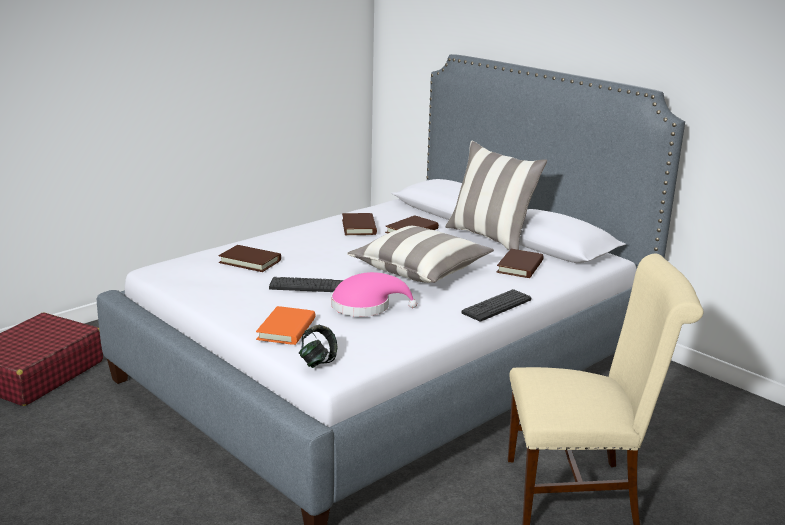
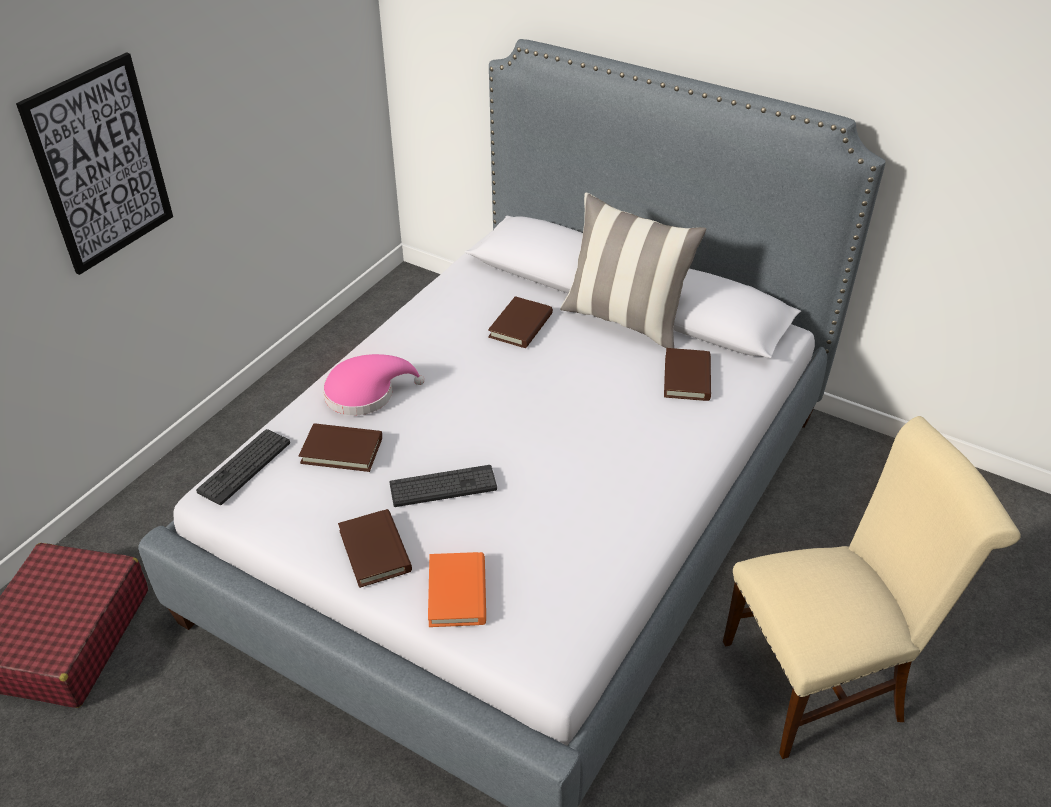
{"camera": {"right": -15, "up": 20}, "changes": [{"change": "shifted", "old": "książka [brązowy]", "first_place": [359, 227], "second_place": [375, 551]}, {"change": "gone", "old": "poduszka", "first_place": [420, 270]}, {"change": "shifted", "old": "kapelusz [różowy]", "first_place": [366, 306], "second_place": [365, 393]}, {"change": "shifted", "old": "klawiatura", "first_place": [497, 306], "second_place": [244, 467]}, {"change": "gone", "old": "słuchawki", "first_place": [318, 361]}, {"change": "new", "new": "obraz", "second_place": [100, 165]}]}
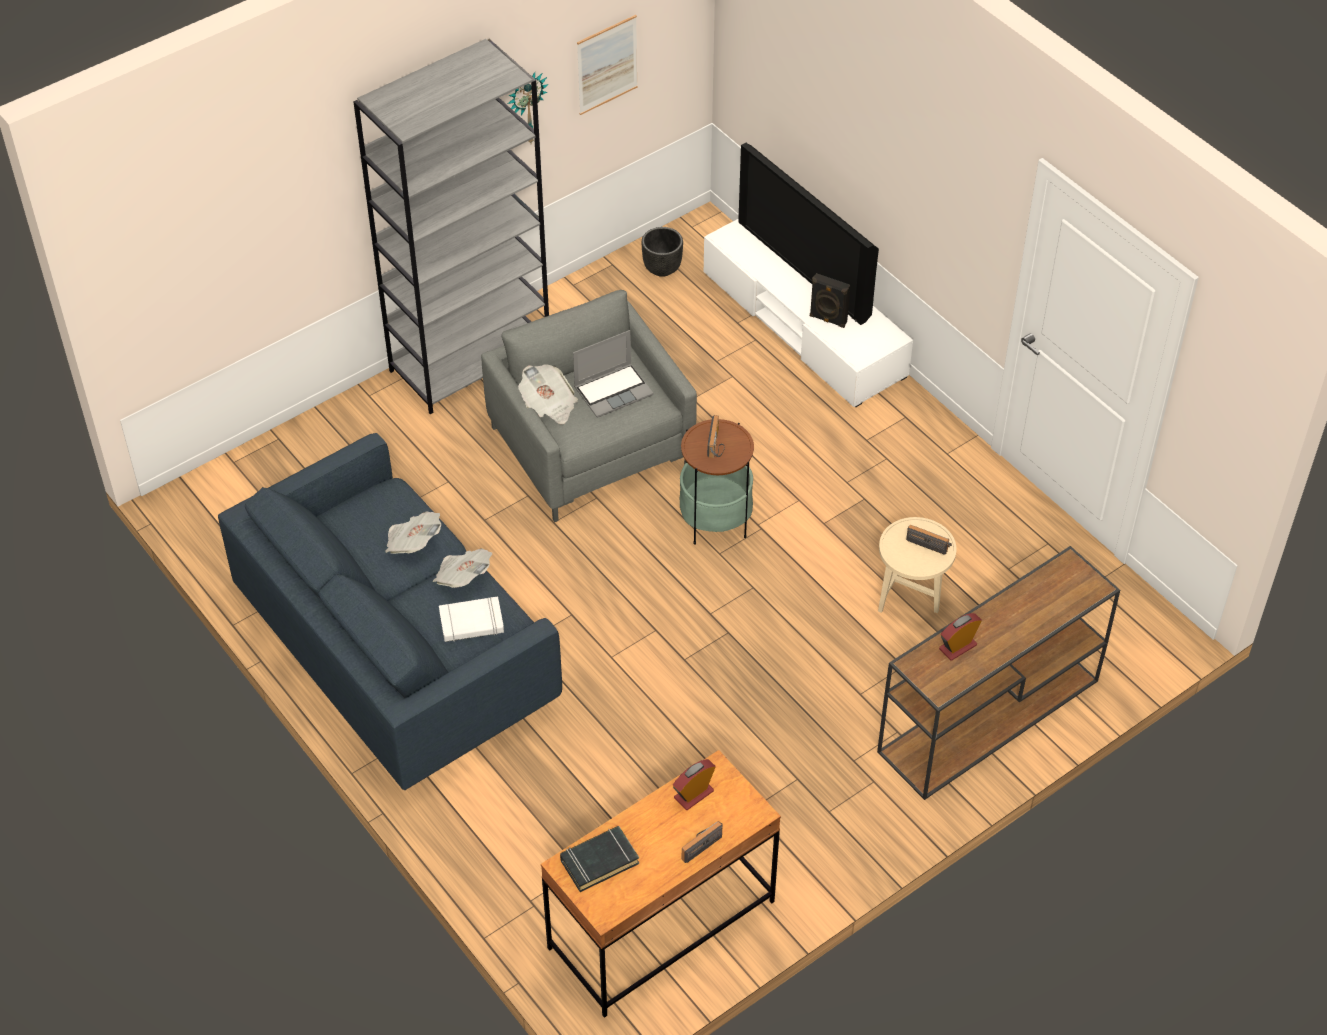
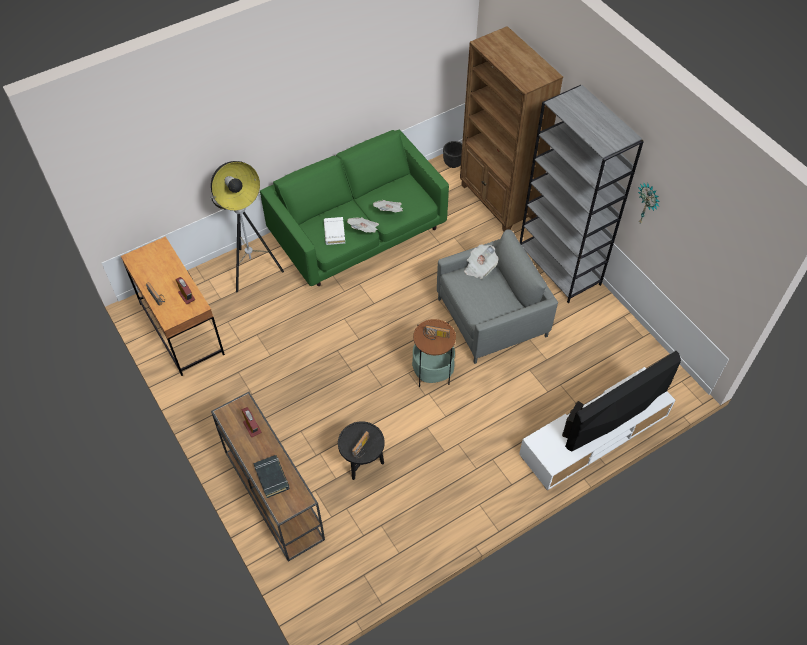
{"camera": {"right": 95, "up": 5}, "changes": [{"change": "gone", "old": "obraz", "first_place": [607, 64]}, {"change": "shifted", "old": "donica [czarny]", "first_place": [661, 268], "second_place": [453, 163]}, {"change": "gone", "old": "laptop", "first_place": [613, 390]}, {"change": "repainted", "old": "kanapa [niebieski]", "new": "kanapa [zielony]", "first_place": [399, 654], "second_place": [358, 234]}, {"change": "repainted", "old": "stolik [beżowy]", "new": "stolik [czarny]", "first_place": [910, 601], "second_place": [363, 465]}, {"change": "shifted", "old": "książka [czarny]", "first_place": [599, 861], "second_place": [272, 477]}, {"change": "new", "new": "regał [brązowy]", "second_place": [498, 202]}, {"change": "new", "new": "lampa stojąca", "second_place": [252, 269]}]}
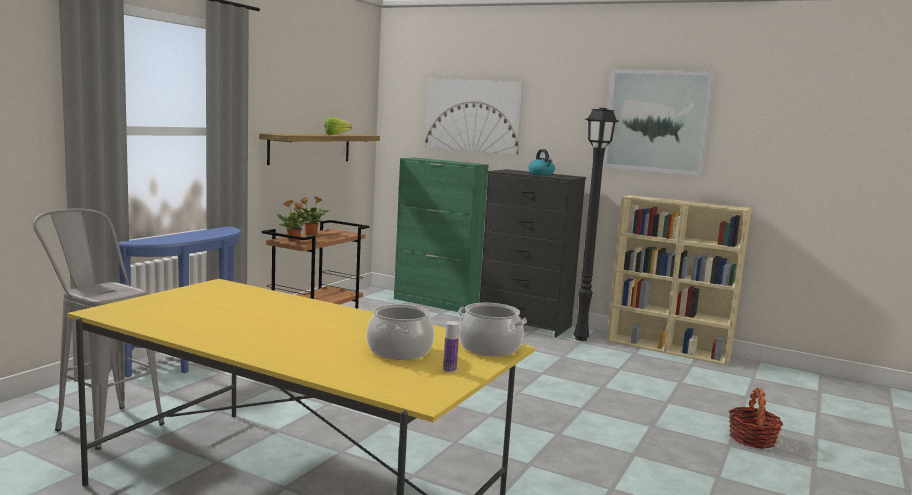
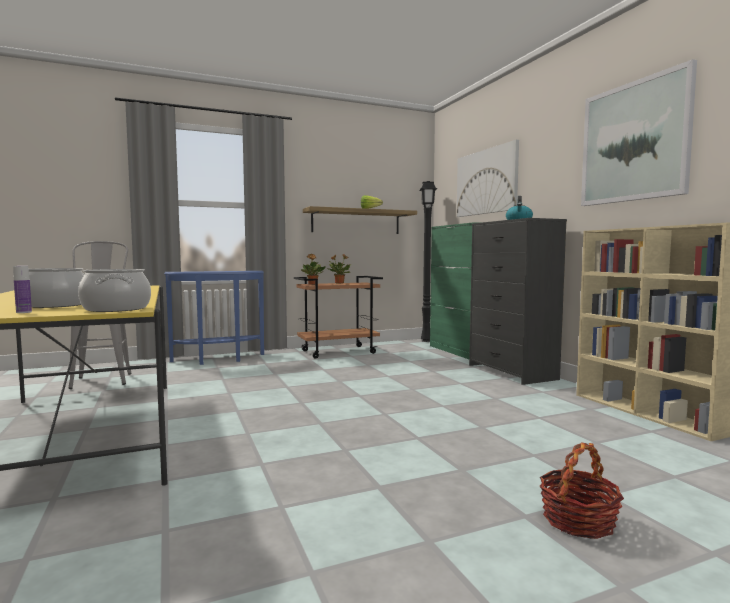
{"camera": {"right": 40, "up": -5}, "changes": [{"change": "shifted", "old": "lampa stojąca [czarny]", "first_place": [580, 338], "second_place": [426, 341]}]}
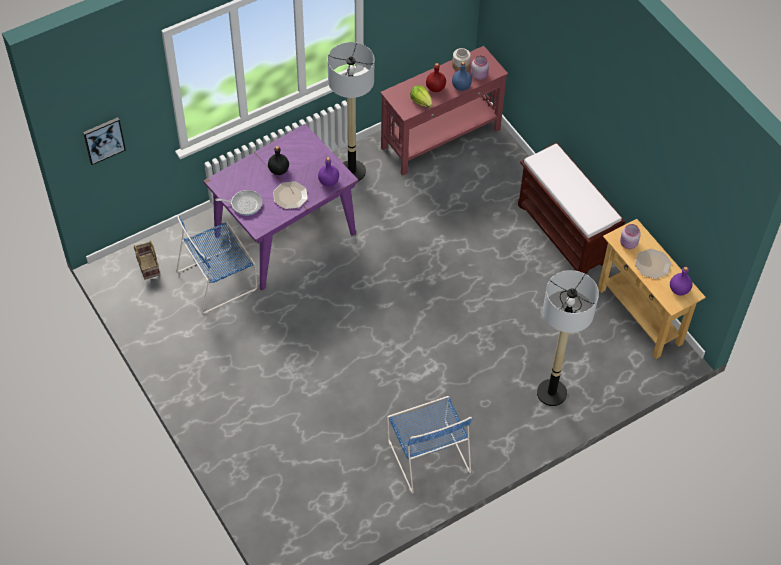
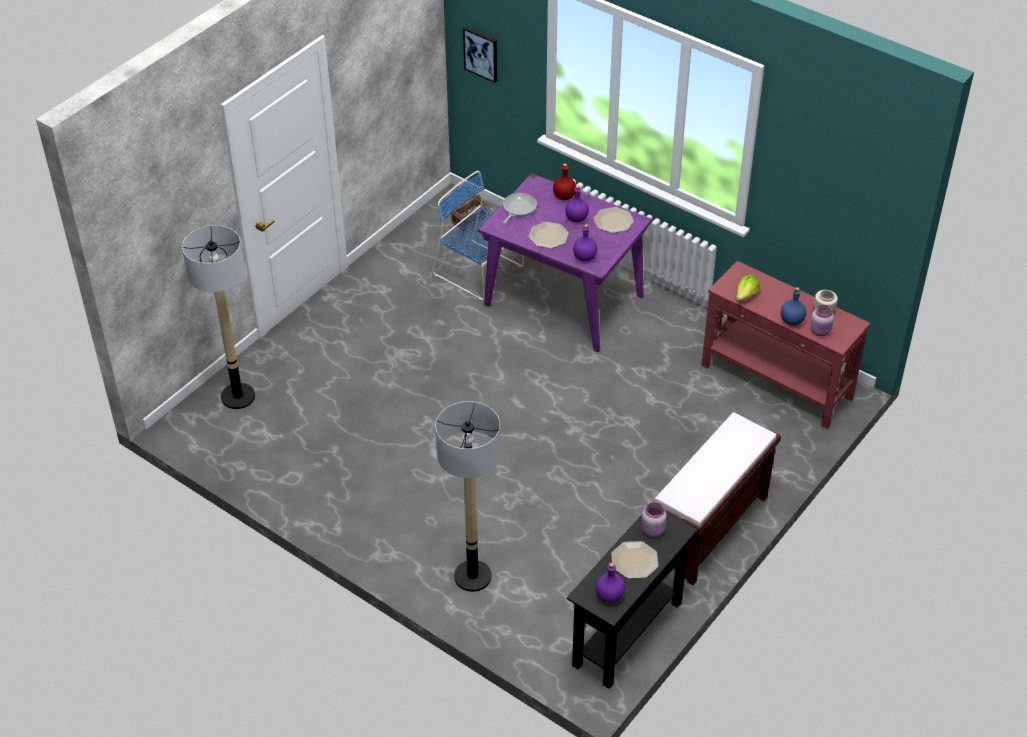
{"camera": {"right": 70, "up": -10}, "changes": [{"change": "shifted", "old": "lampa stojąca", "first_place": [351, 171], "second_place": [238, 396]}, {"change": "shifted", "old": "butelka [czerwony]", "first_place": [435, 88], "second_place": [564, 196]}, {"change": "repainted", "old": "butelka [czarny]", "new": "butelka [fioletowy]", "first_place": [278, 170], "second_place": [576, 218]}, {"change": "rotated", "old": "patelnia", "first_place": [244, 204], "second_place": [518, 208], "degrees": -135}, {"change": "repainted", "old": "stolik konsolowy [beżowy]", "new": "stolik konsolowy [czarny]", "first_place": [639, 316], "second_place": [627, 634]}, {"change": "gone", "old": "krzesło [niebieski]", "first_place": [427, 453]}, {"change": "new", "new": "talerz", "second_place": [614, 221]}]}
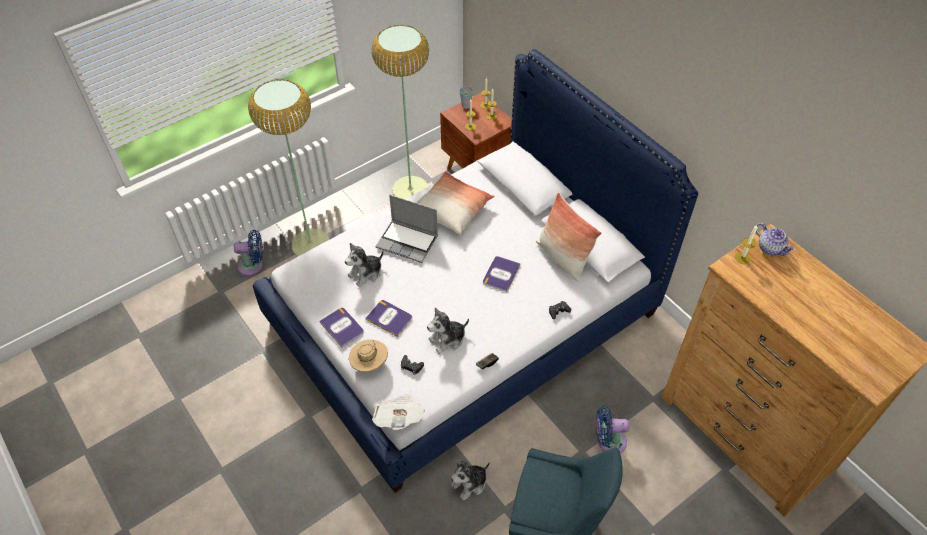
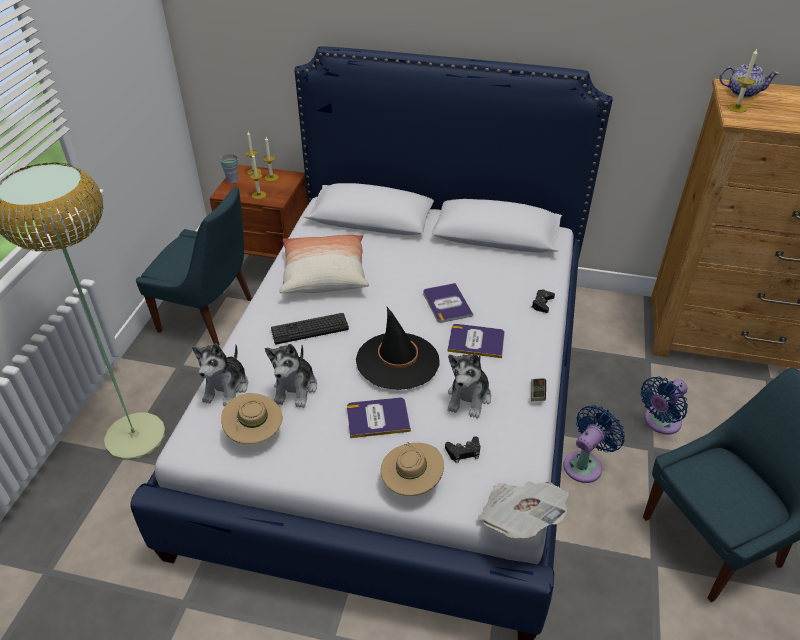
{"camera": {"right": -40, "up": -10}, "changes": [{"change": "swapped", "old": "lampa stojąca", "new": "krzesło [niebieski]", "first_place": [410, 190], "second_place": [209, 316]}, {"change": "gone", "old": "poduszka", "first_place": [562, 258]}, {"change": "swapped", "old": "laptop", "new": "klawiatura", "first_place": [408, 242], "second_place": [310, 329]}, {"change": "shifted", "old": "wentylator [niebieski]", "first_place": [253, 265], "second_place": [585, 464]}, {"change": "shifted", "old": "książka", "first_place": [342, 327], "second_place": [476, 341]}, {"change": "shifted", "old": "pluszak", "first_place": [470, 483], "second_place": [226, 387]}, {"change": "new", "new": "kapelusz [czarny]", "second_place": [397, 361]}, {"change": "new", "new": "kapelusz [beżowy]", "second_place": [255, 433]}]}
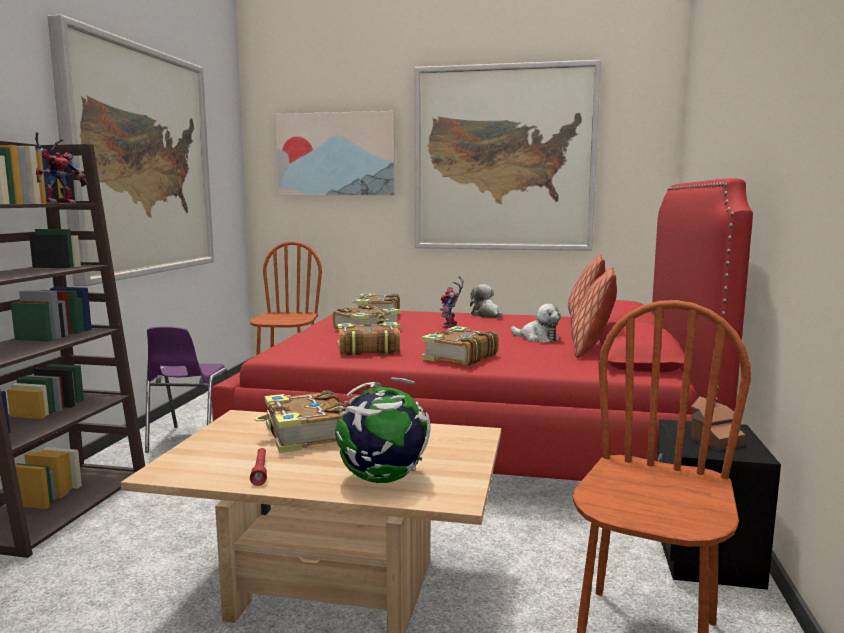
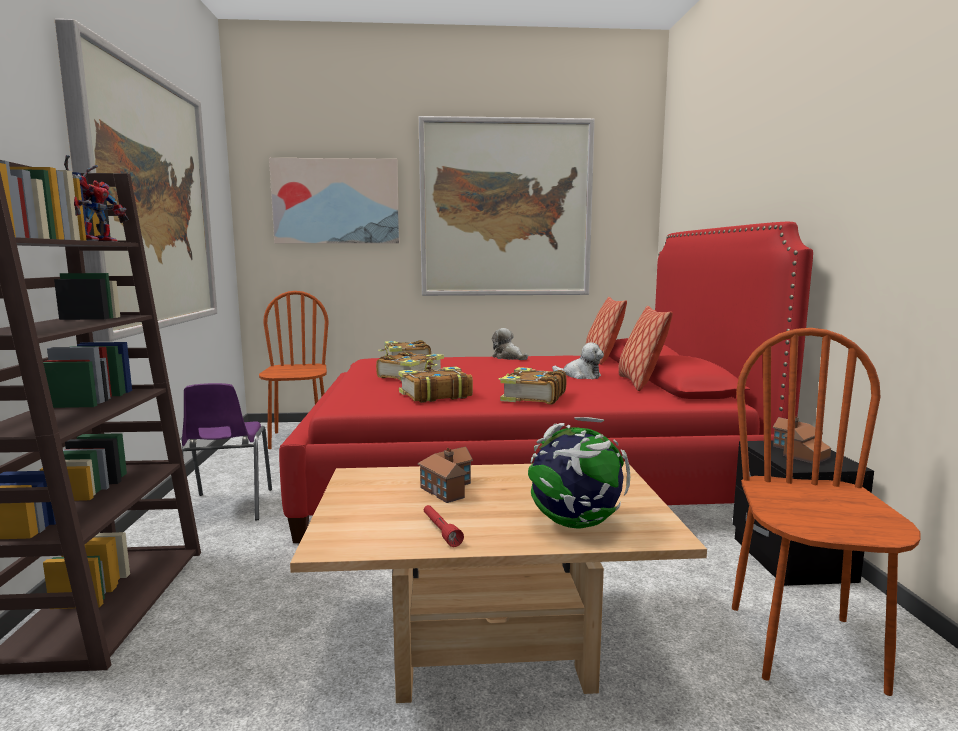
{"camera": {"right": -15, "up": 0}, "changes": [{"change": "gone", "old": "robot zabawkowy", "first_place": [451, 326]}, {"change": "swapped", "old": "książka", "new": "domek", "first_place": [305, 435], "second_place": [447, 487]}]}
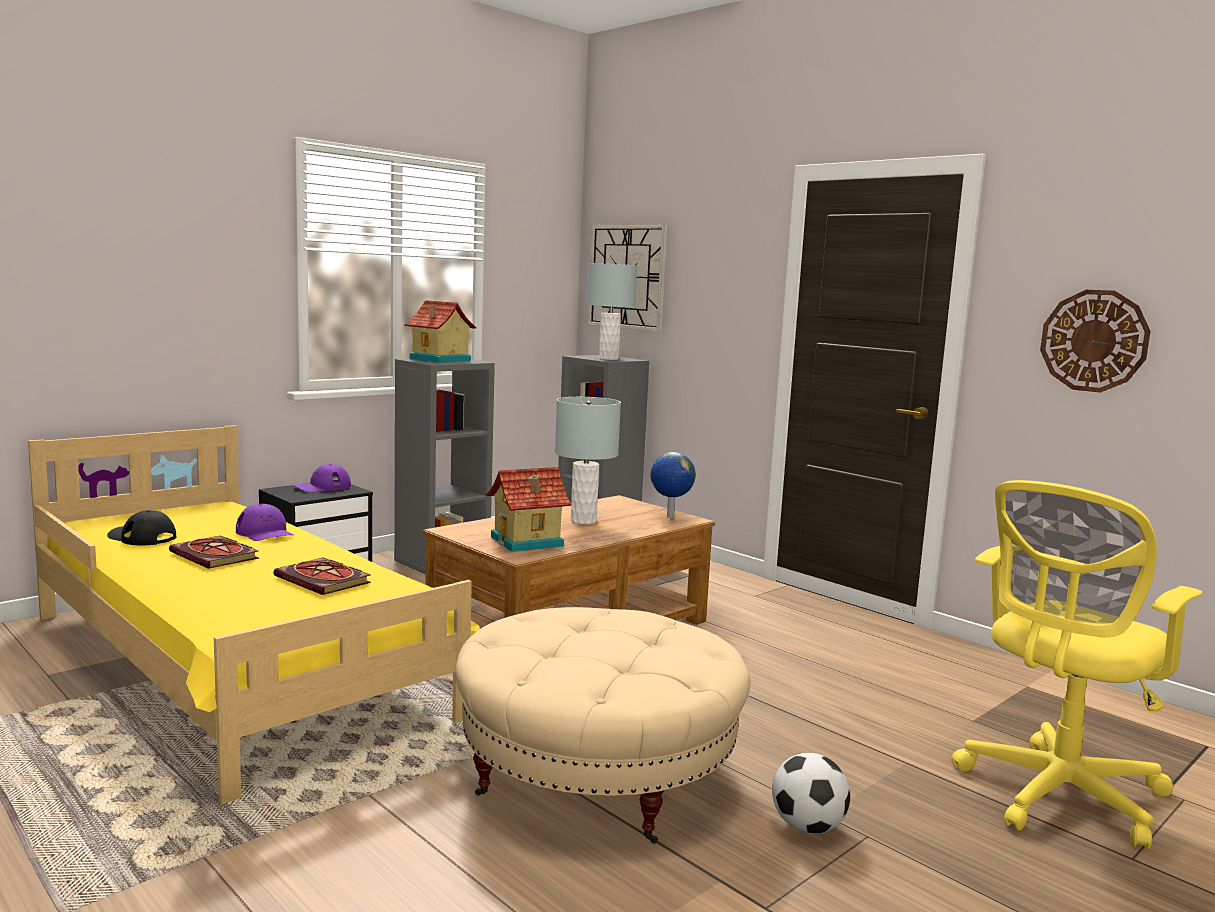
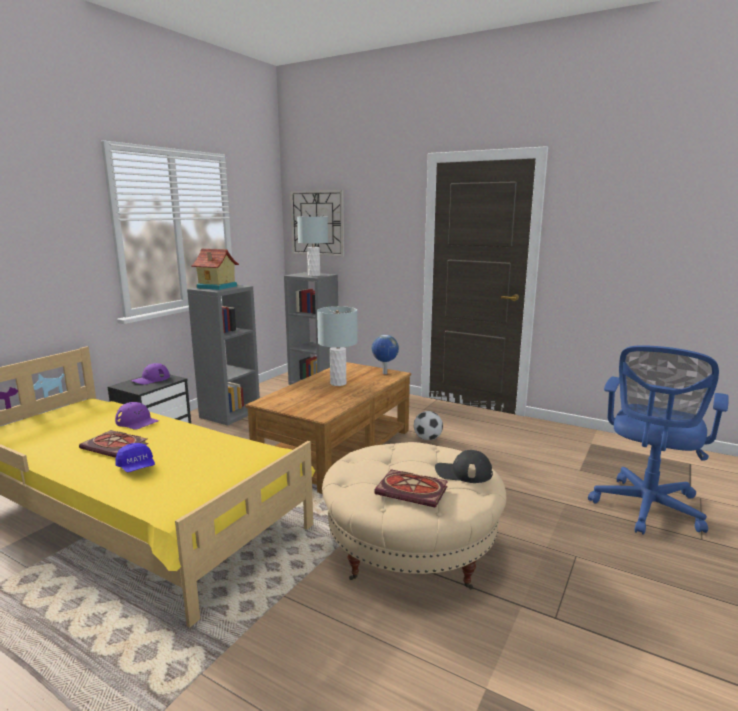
{"camera": {"right": -15, "up": 5}, "changes": [{"change": "gone", "old": "zegar ścienny", "first_place": [1094, 341]}, {"change": "gone", "old": "domek", "first_place": [528, 542]}, {"change": "repainted", "old": "krzesło biurowe [żółty]", "new": "krzesło biurowe [niebieski]", "first_place": [1056, 797], "second_place": [646, 509]}, {"change": "shifted", "old": "czapka z daszkiem [czarny]", "first_place": [142, 537], "second_place": [463, 472]}, {"change": "shifted", "old": "książka", "first_place": [325, 580], "second_place": [413, 491]}, {"change": "shifted", "old": "piłka futbolowa", "first_place": [807, 827], "second_place": [427, 439]}, {"change": "new", "new": "czapka z daszkiem [niebieski]", "second_place": [137, 468]}]}
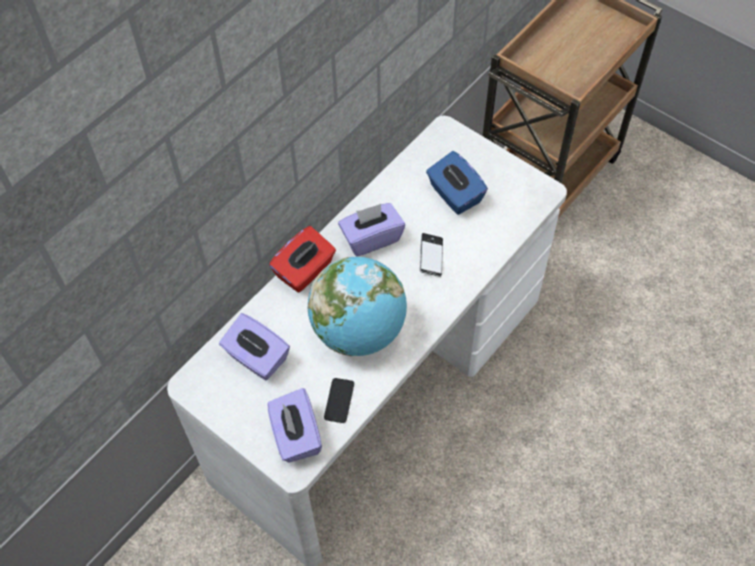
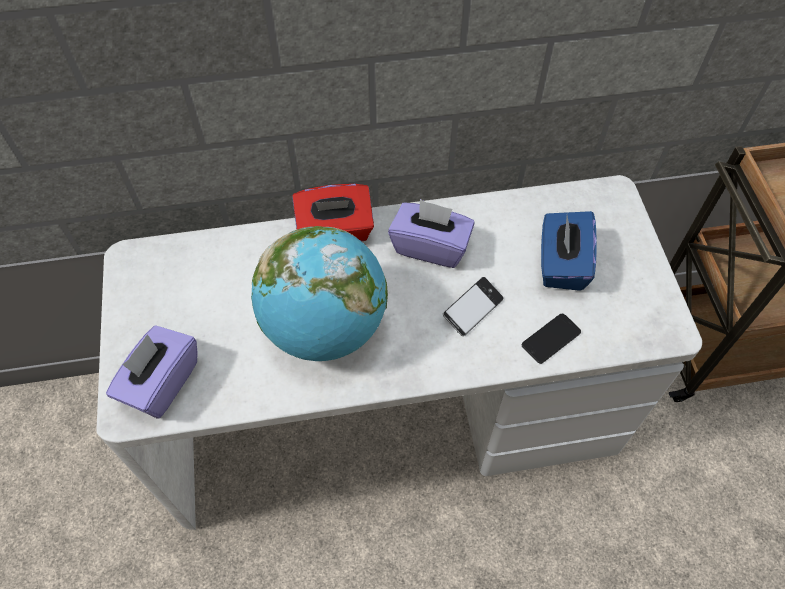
{"camera": {"right": 40, "up": 0}, "changes": [{"change": "gone", "old": "pudełko chusteczek [fioletowy]", "first_place": [257, 358]}, {"change": "shifted", "old": "telefon", "first_place": [339, 400], "second_place": [551, 339]}]}
